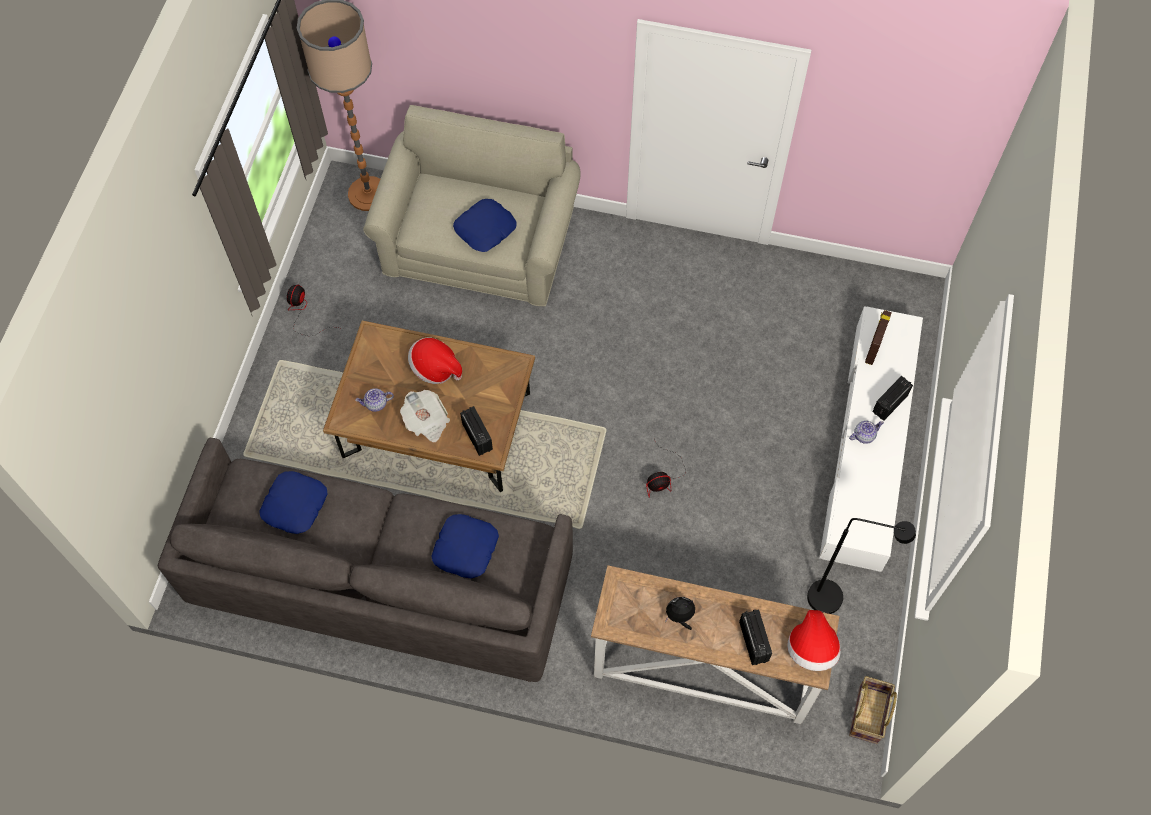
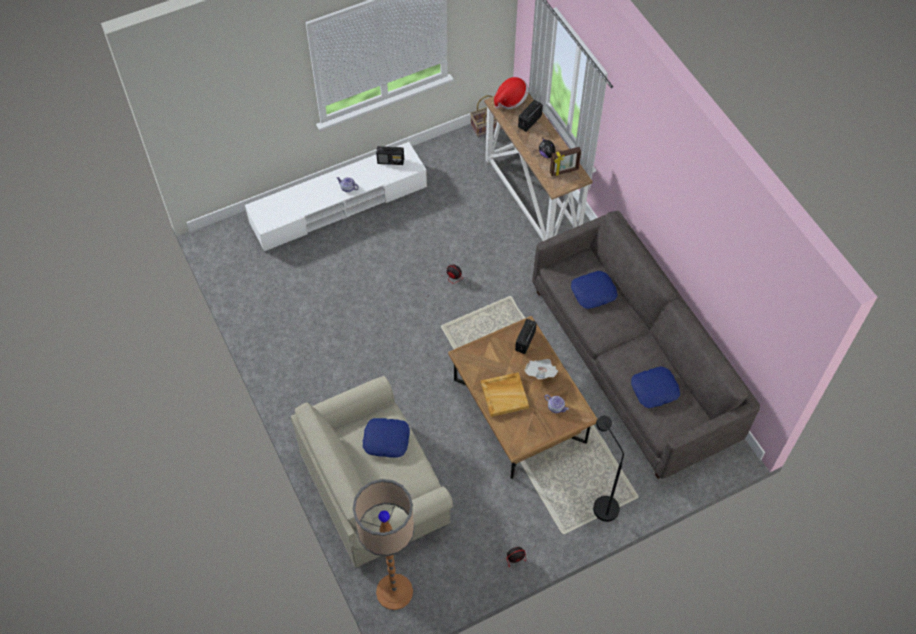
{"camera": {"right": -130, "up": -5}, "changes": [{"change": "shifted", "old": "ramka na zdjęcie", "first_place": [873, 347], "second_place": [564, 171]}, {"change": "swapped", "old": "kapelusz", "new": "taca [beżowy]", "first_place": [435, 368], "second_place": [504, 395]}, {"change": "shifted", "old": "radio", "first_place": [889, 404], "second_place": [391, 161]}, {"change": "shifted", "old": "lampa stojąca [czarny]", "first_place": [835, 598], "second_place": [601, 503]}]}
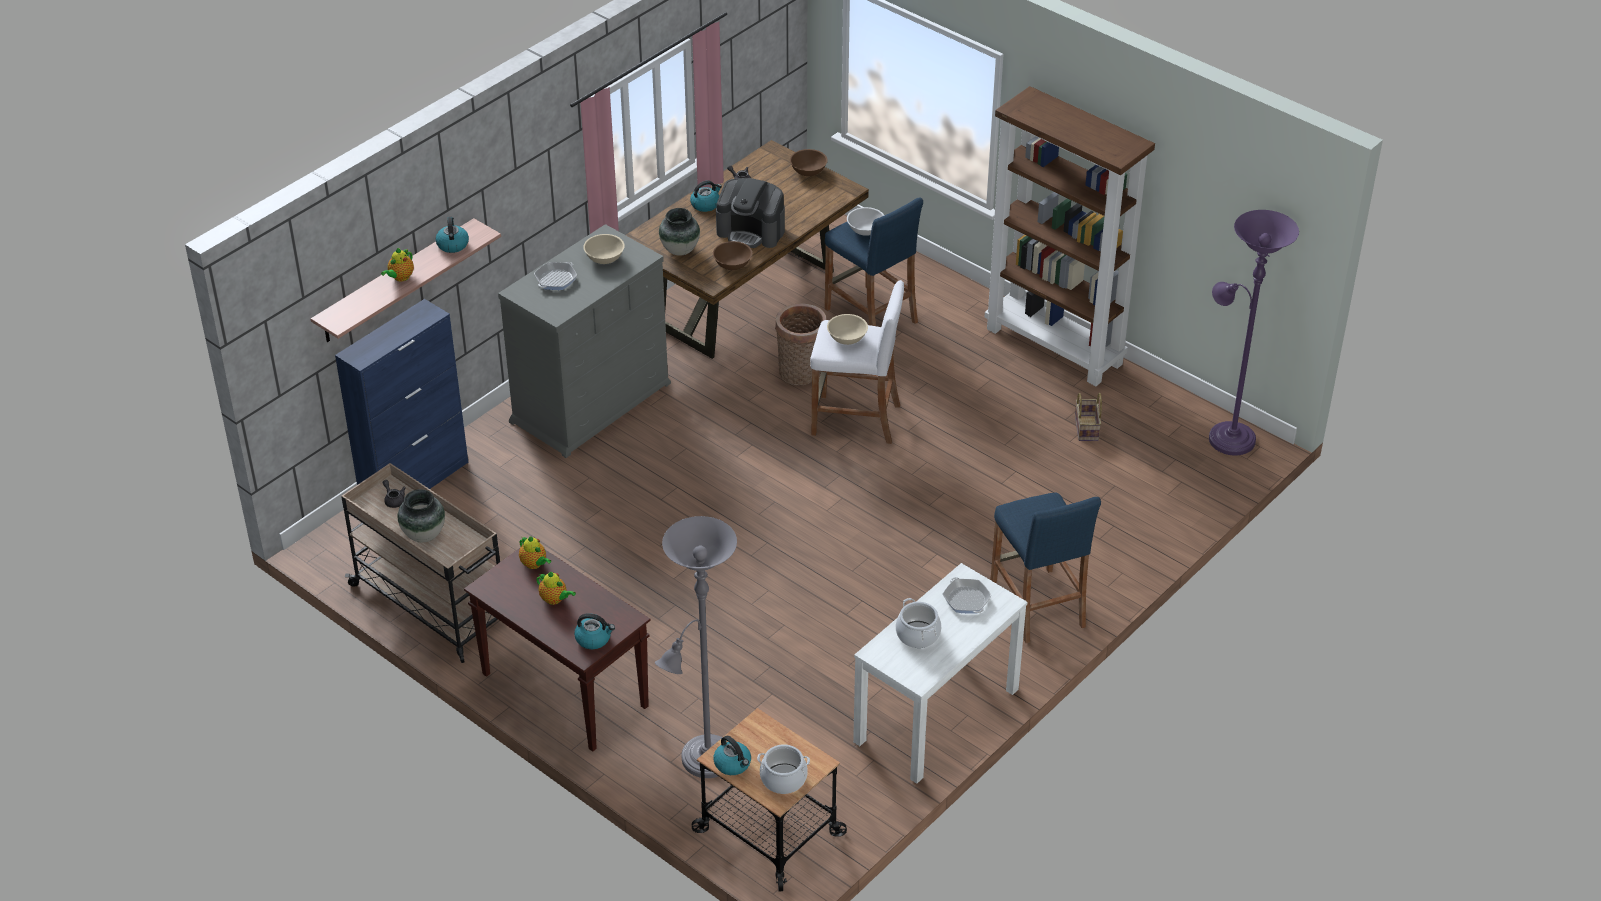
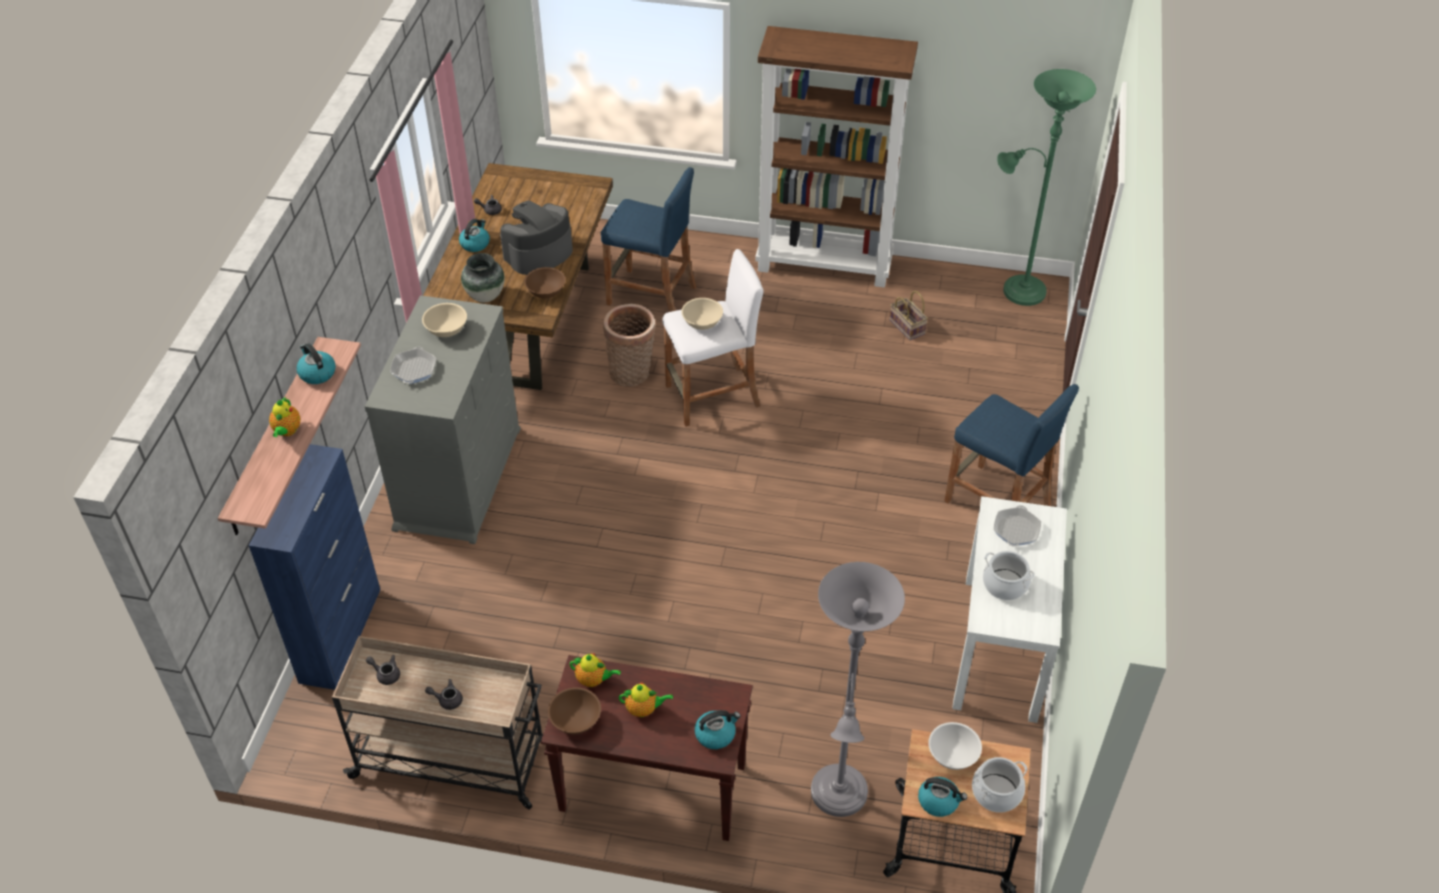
{"camera": {"right": -30, "up": 5}, "changes": [{"change": "shifted", "old": "miska [brązowy]", "first_place": [808, 171], "second_place": [576, 720]}, {"change": "rotated", "old": "ekspres do kawy", "first_place": [751, 231], "second_place": [538, 254], "degrees": 150}, {"change": "shifted", "old": "miska [biały]", "first_place": [866, 230], "second_place": [953, 755]}, {"change": "repainted", "old": "lampa stojąca [fioletowy]", "new": "lampa stojąca [zielony]", "first_place": [1227, 436], "second_place": [1018, 289]}, {"change": "swapped", "old": "wazon", "new": "imbryk [szary]", "first_place": [423, 535], "second_place": [447, 699]}, {"change": "rotated", "old": "patelnia", "first_place": [966, 599], "second_place": [1016, 530], "degrees": 75}]}
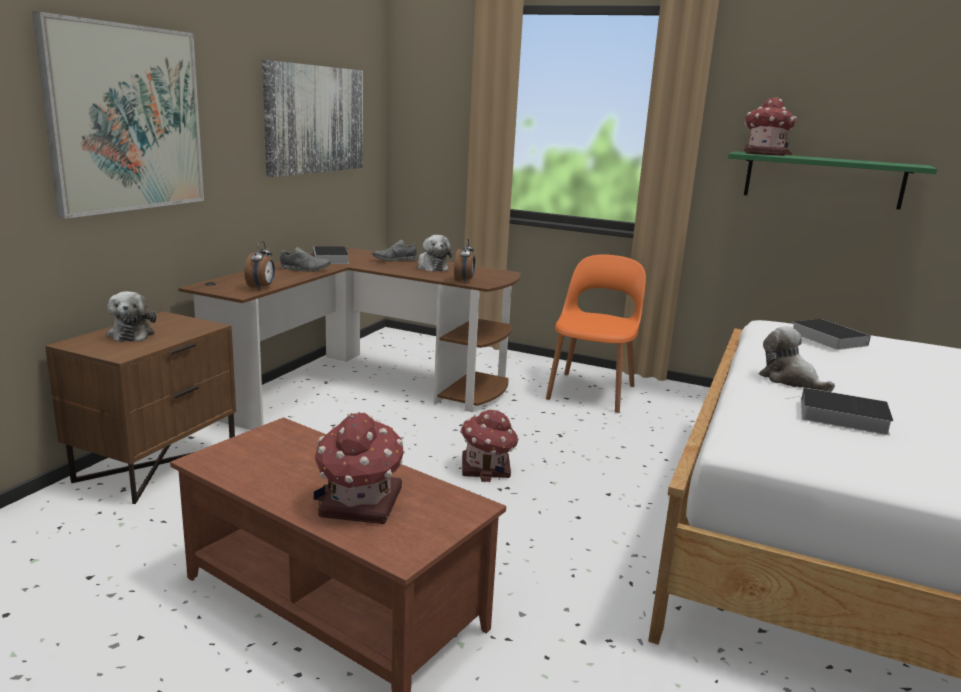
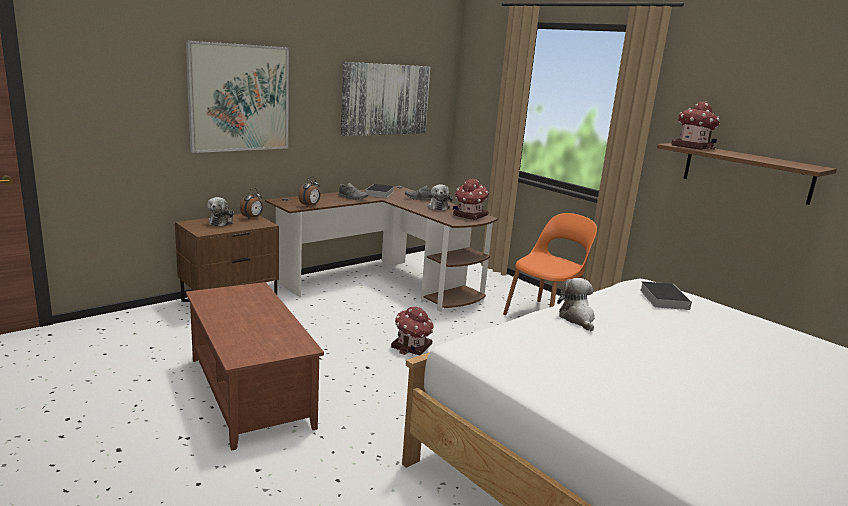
{"camera": {"right": 25, "up": 0}, "changes": [{"change": "repainted", "old": "półka [zielony]", "new": "półka [brązowy]", "first_place": [823, 180], "second_place": [746, 172]}, {"change": "shifted", "old": "budzik", "first_place": [464, 281], "second_place": [252, 217]}, {"change": "gone", "old": "książka", "first_place": [840, 416]}, {"change": "shifted", "old": "domek", "first_place": [360, 504], "second_place": [469, 215]}]}
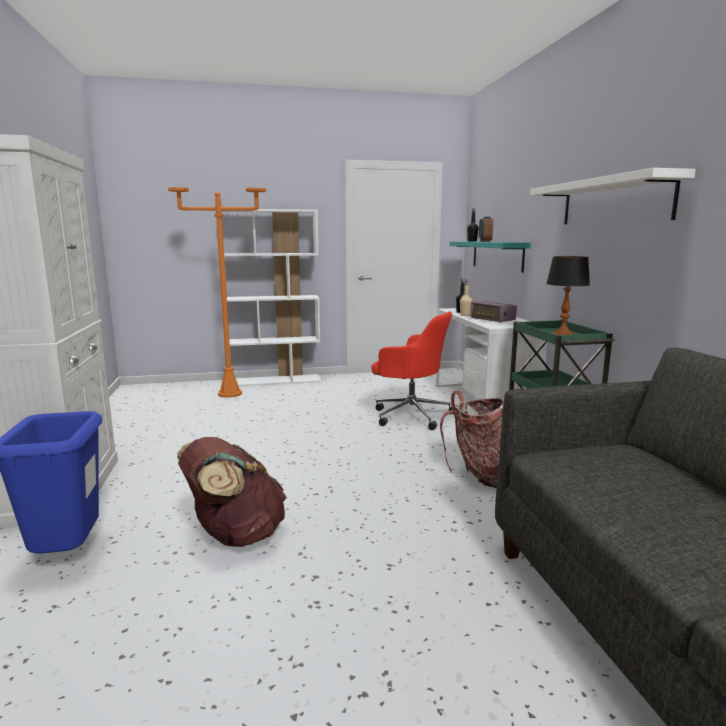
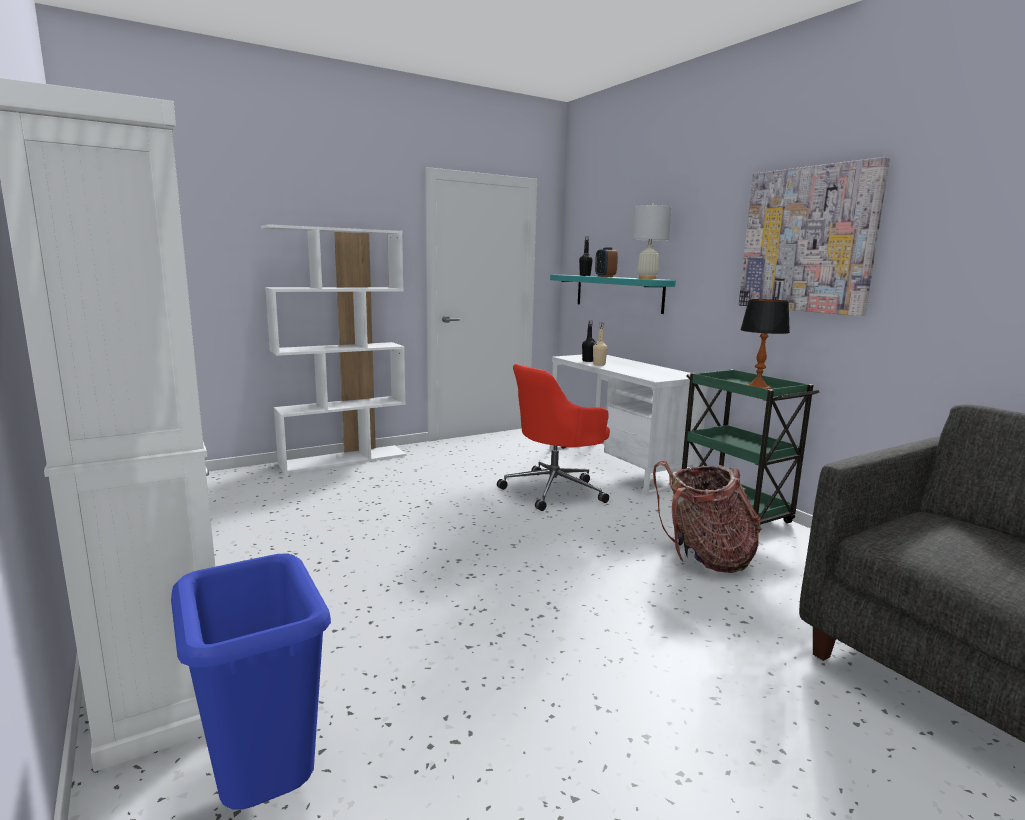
{"camera": {"right": -20, "up": 0}, "changes": [{"change": "swapped", "old": "półka [biały]", "new": "obraz", "first_place": [614, 201], "second_place": [808, 240]}, {"change": "gone", "old": "lampa stojąca [pomarańczowy]", "first_place": [229, 394]}, {"change": "gone", "old": "radio", "first_place": [492, 320]}, {"change": "rotated", "old": "krzesło biurowe [czerwony]", "first_place": [410, 415], "second_place": [555, 490], "degrees": 135}, {"change": "gone", "old": "plecak [brązowy]", "first_place": [235, 535]}, {"change": "new", "new": "lampa stołowa [biały]", "second_place": [647, 278]}]}
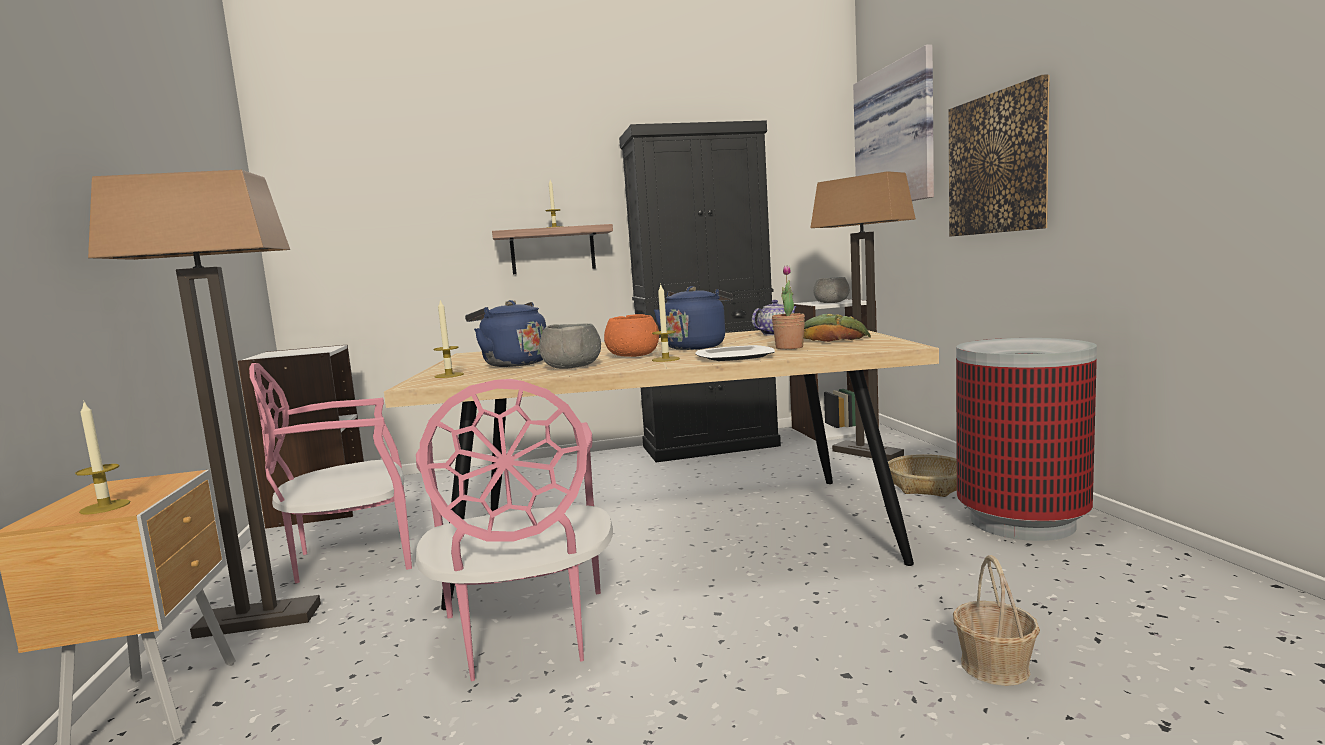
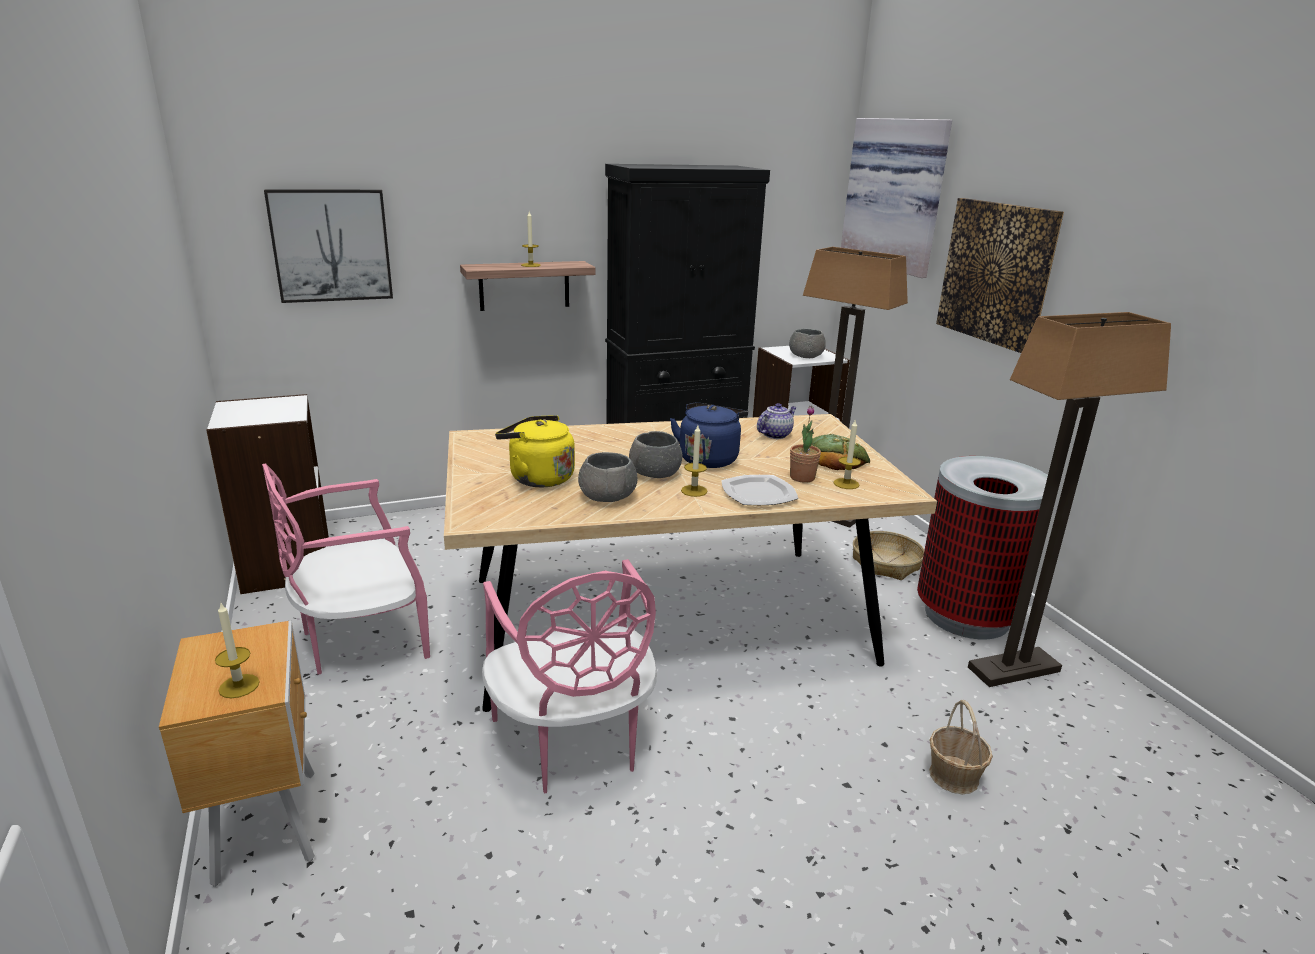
{"camera": {"right": -10, "up": 15}, "changes": [{"change": "shifted", "old": "lampa stojąca", "first_place": [260, 620], "second_place": [1013, 669]}, {"change": "shifted", "old": "świeca", "first_place": [449, 375], "second_place": [846, 483]}, {"change": "repainted", "old": "czajnik [niebieski]", "new": "czajnik [żółty]", "first_place": [512, 364], "second_place": [538, 478]}, {"change": "repainted", "old": "miska [pomarańczowy]", "new": "miska [szary]", "first_place": [633, 355], "second_place": [655, 473]}, {"change": "new", "new": "obraz", "second_place": [331, 245]}]}
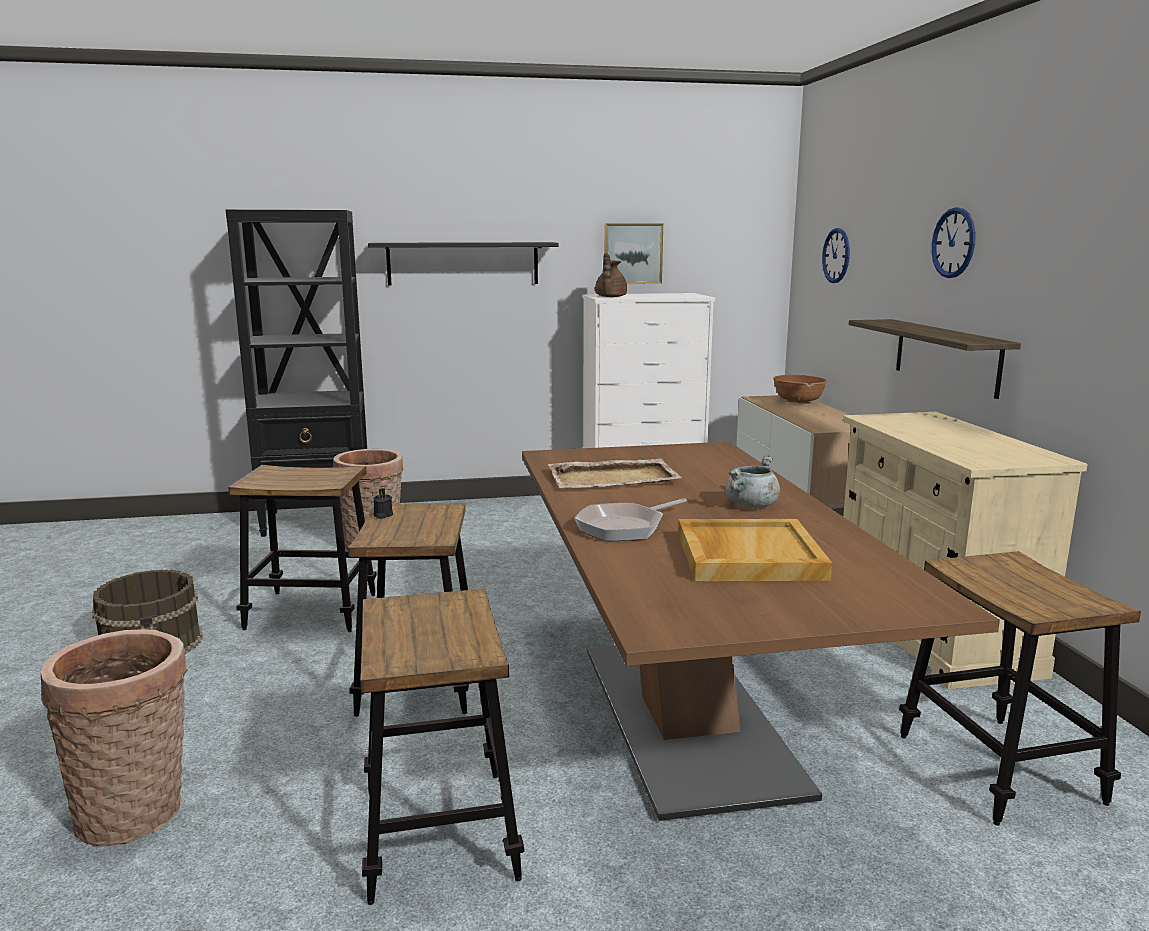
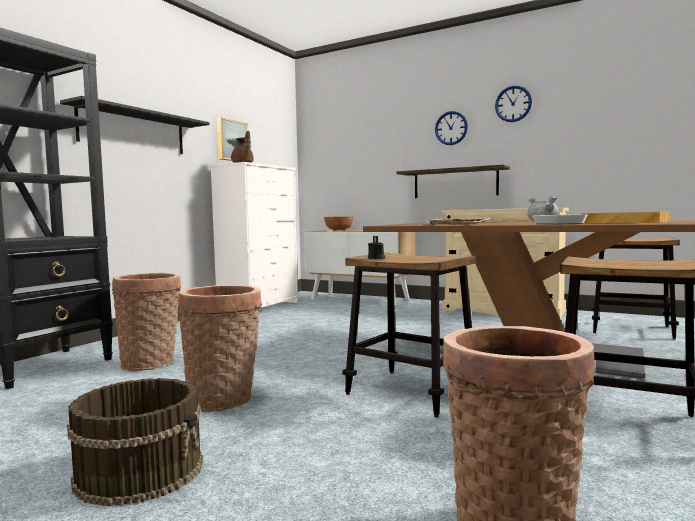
{"camera": {"right": -50, "up": -10}, "changes": [{"change": "shifted", "old": "zegar ścienny", "first_place": [836, 255], "second_place": [513, 104]}, {"change": "swapped", "old": "stołek", "new": "koszyk", "first_place": [312, 611], "second_place": [224, 399]}]}
